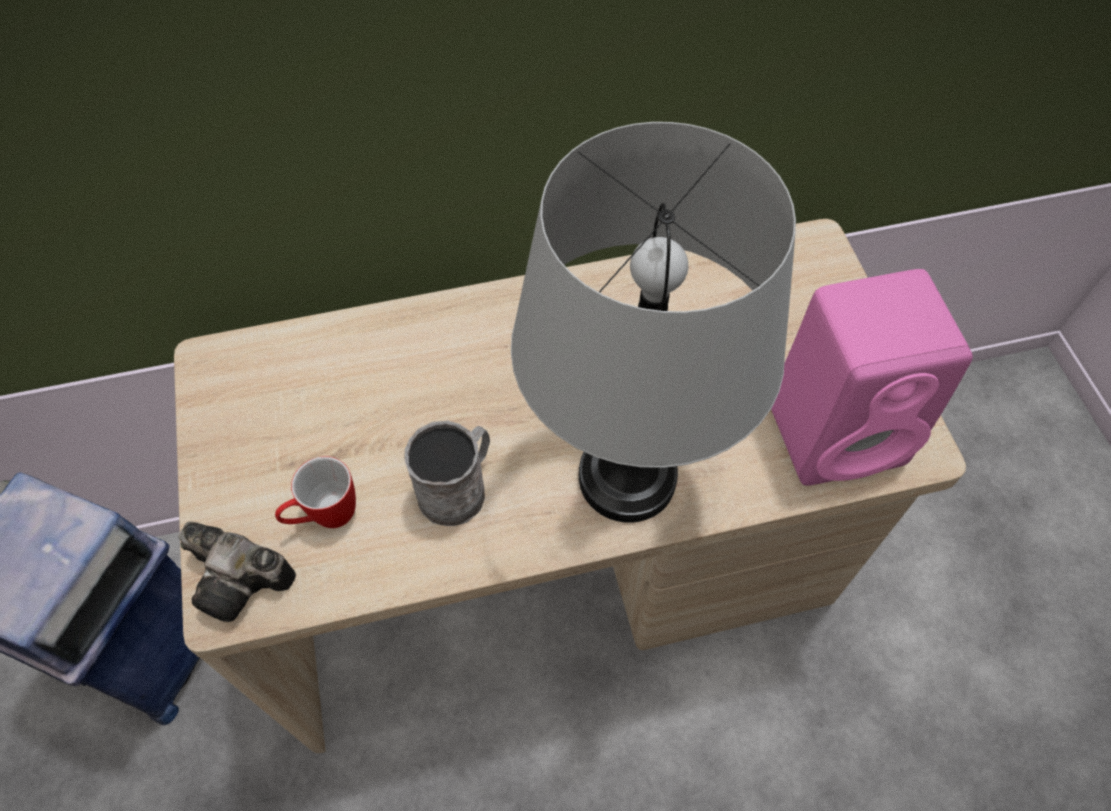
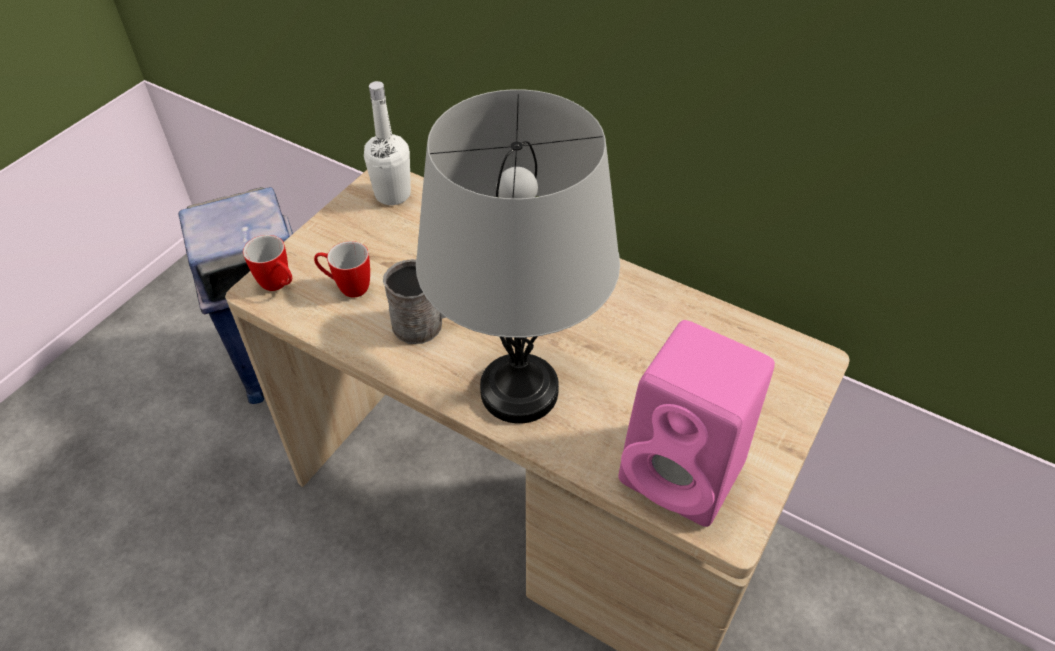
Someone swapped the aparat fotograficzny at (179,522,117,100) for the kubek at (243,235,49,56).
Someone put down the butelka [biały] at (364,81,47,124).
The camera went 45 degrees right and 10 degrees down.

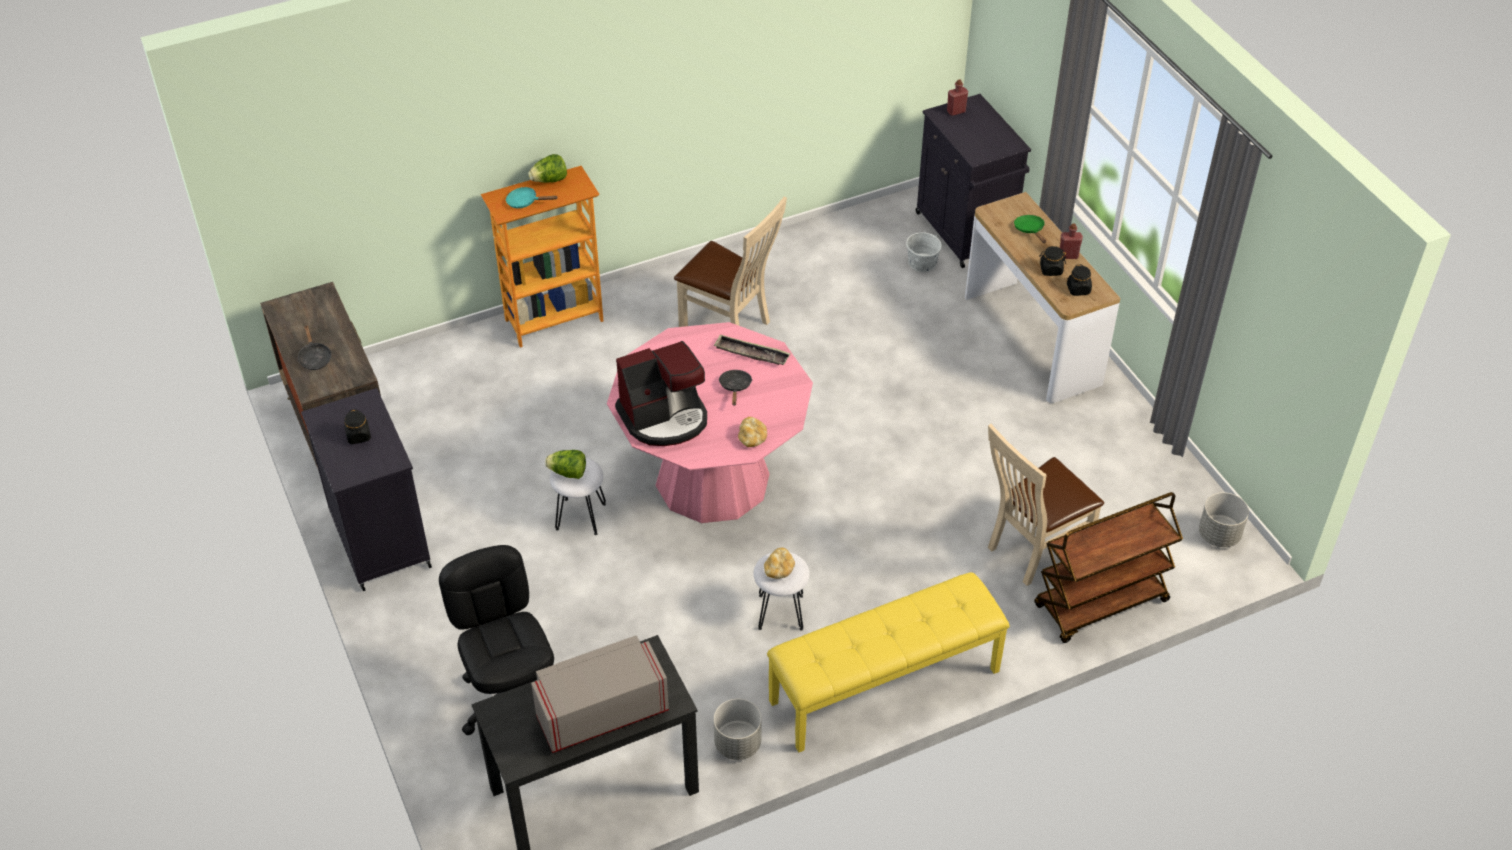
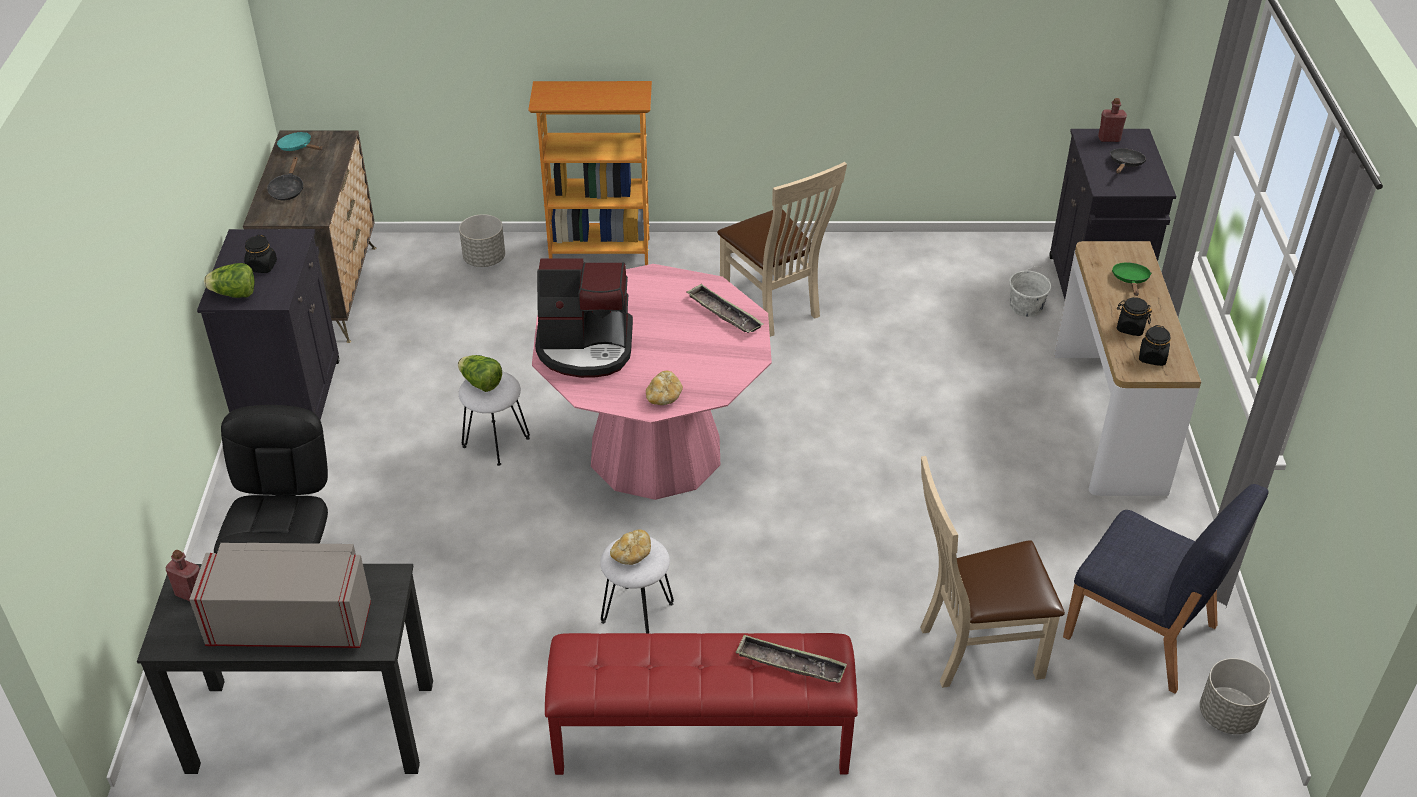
Someone carried the sałata from (528,154,39,29) to (204,263,51,35).
Someone carried the patelnia [turkusowy] from (506,187,51,22) to (277,132,46,19).
Someone carried the butelka [czerwony] from (1060,224,23,35) to (166,550,34,51).
Someone carried the patelnia [czarny] from (718,370,34,36) to (1110,148,36,26).
Someone took away the wózek [brązowy] at (1034,492,149,151).
Someone repainted the ławka [żółty] at (767,572,242,180), which became the ławka [czerwony] at (545,633,313,142).
Someone carried the donica [szary] from (714,699,48,61) to (459,214,46,53).
Someone put down the krzesło [niebieski] at (1063,484,206,210).
Someone put down the taca at (736,635,111,48).
The camera went 25 degrees right and 5 degrees down.

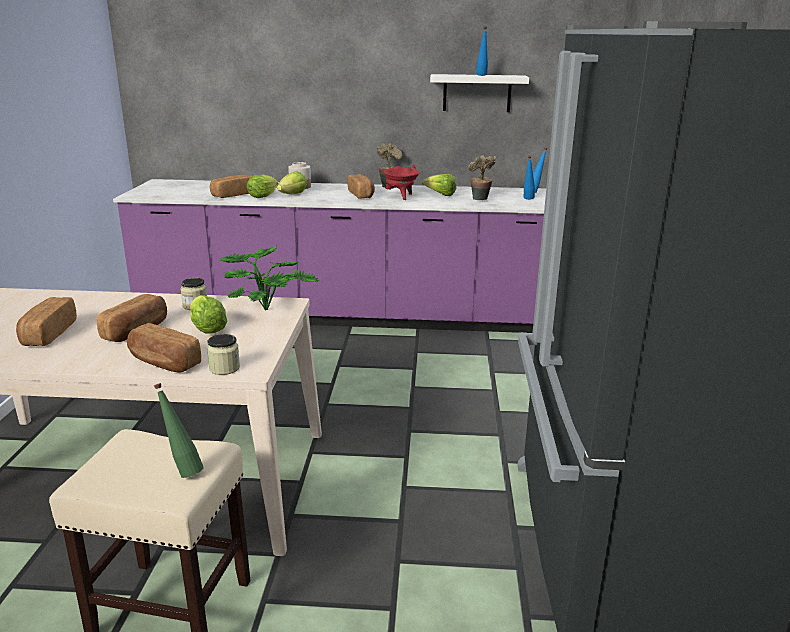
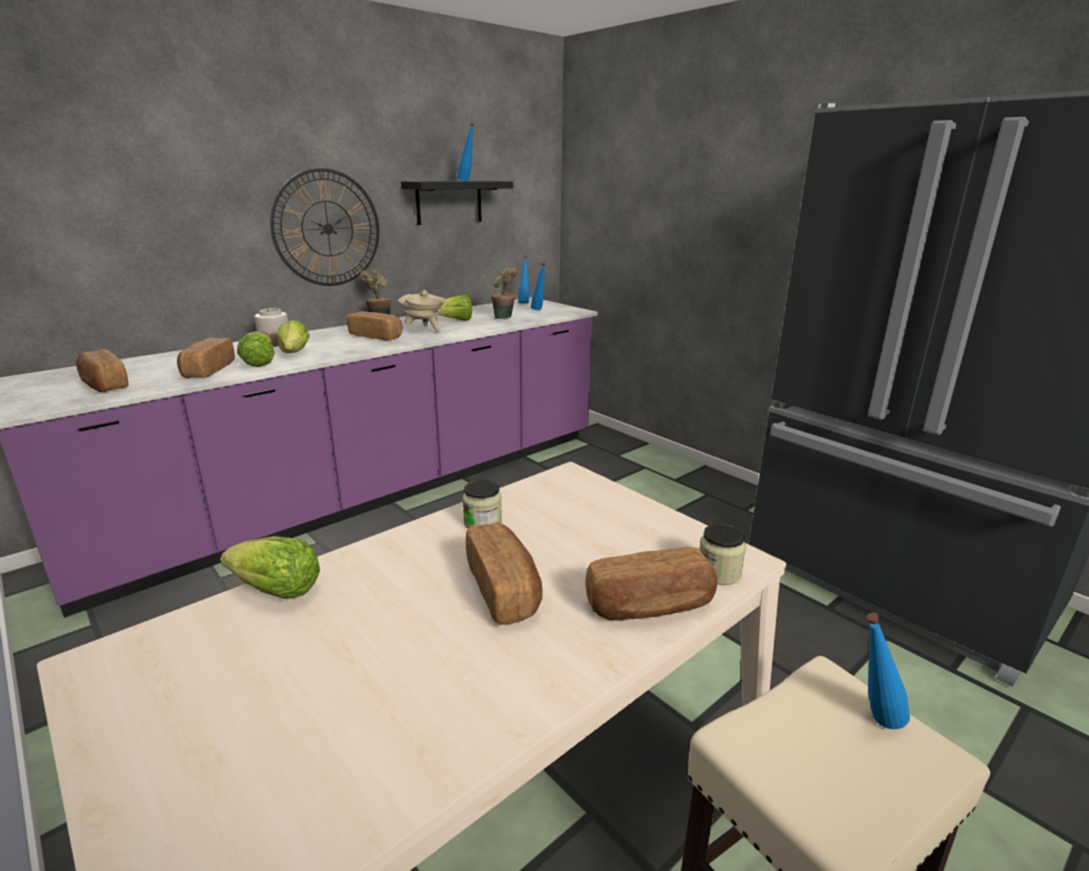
Someone repainted the półka [biały] at (430,74,99,38), which became the półka [czarny] at (401,181,112,44).
Someone repainted the garnek [czerwony] at (383,165,37,35), which became the garnek [beżowy] at (398,290,48,42).
Someone took away the roślina doniczkowa at (219,246,100,65).
Someone carried the sałata from (190,295,38,39) to (220,536,100,63).
Someone carried the chleb from (16,297,61,49) to (76,349,53,43).
Someone repainted the butelka [zielony] at (154,383,50,95), which became the butelka [niebieski] at (867,613,43,116).
Someone put up the zegar ścienny at (270,168,109,118).
The camera went 45 degrees left and 0 degrees up.

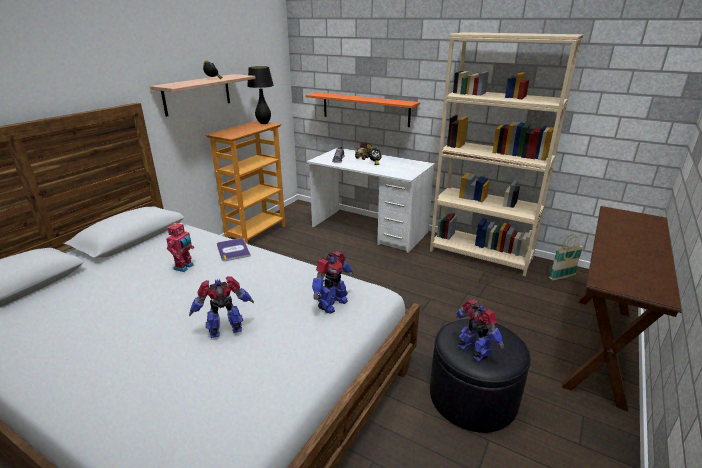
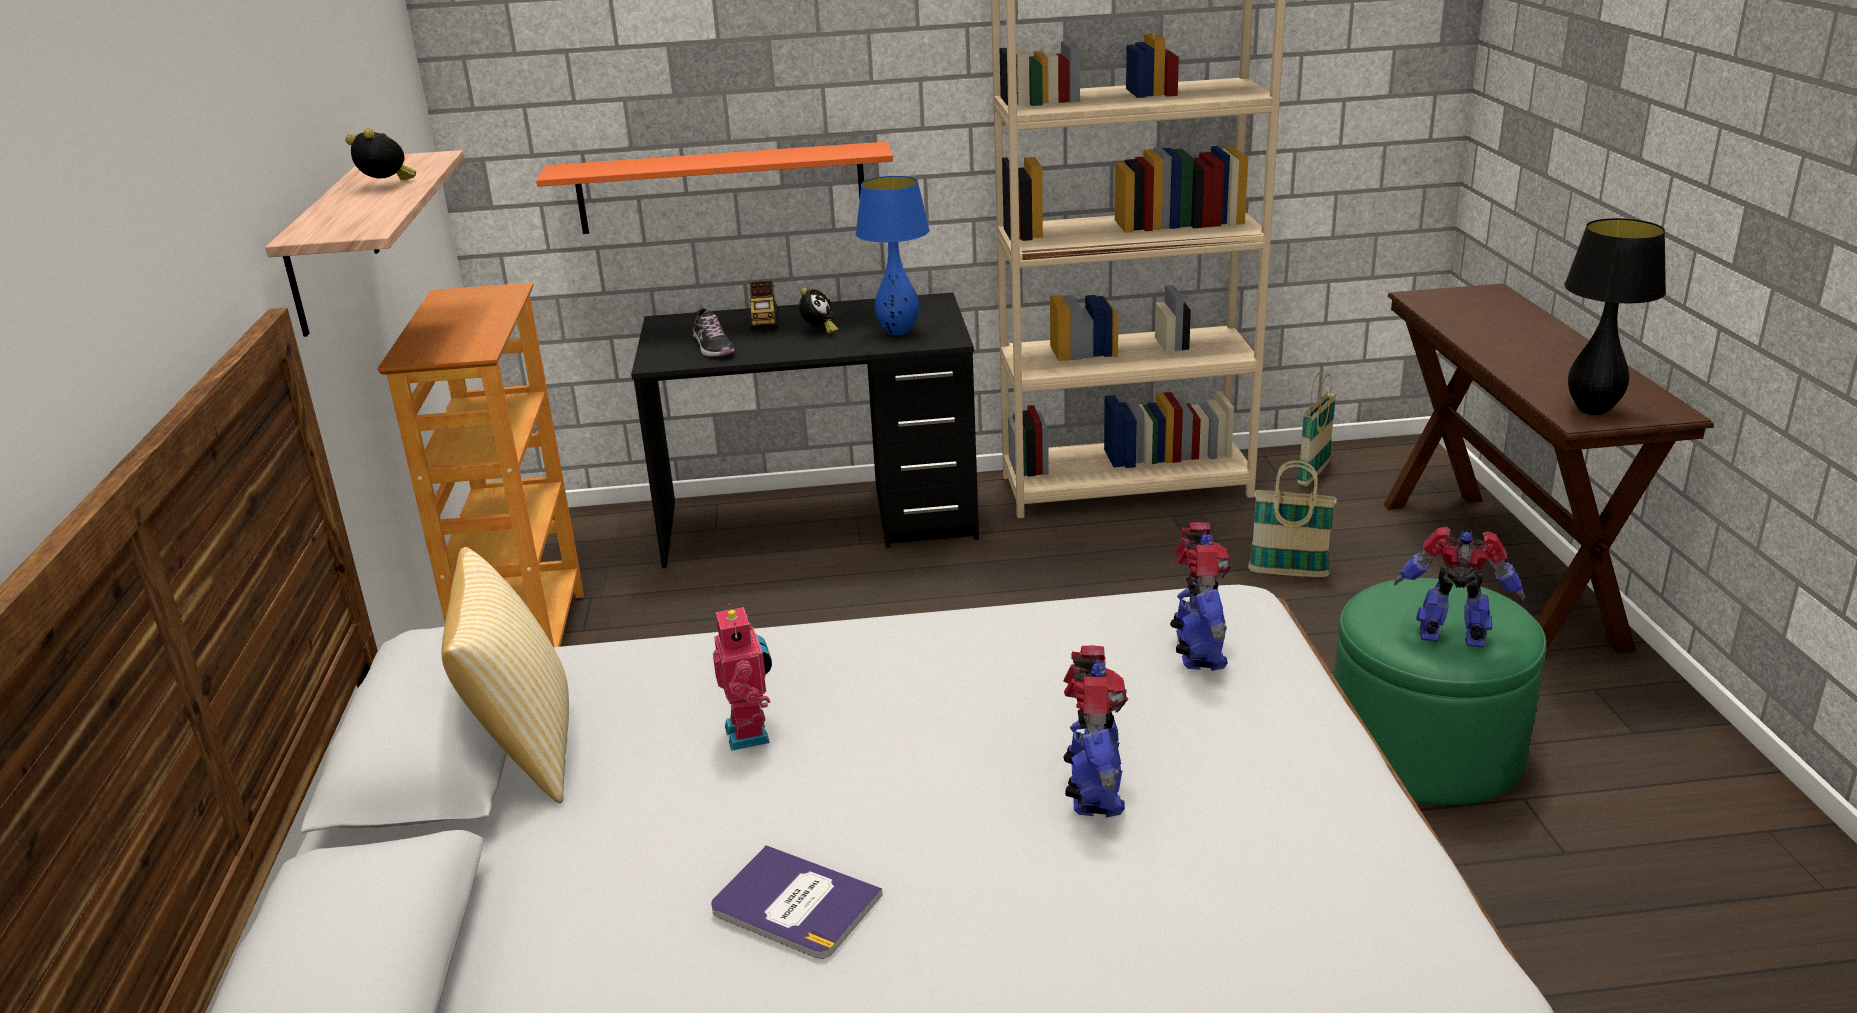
Someone carried the lampa stołowa [czarny] from (247,66,27,58) to (1564,218,102,197).
Someone repainted the biurko [biały] at (307,148,128,105), which became the biurko [czarny] at (631,292,348,276).
Someone carried the książka from (217,238,34,23) to (711,845,172,114).
Someone rotated the robot zabawkowy at (189,276,65,62) by 150 degrees clockwise.
Someone repainted the pufa [czarny] at (430,318,101,115), which became the pufa [zielony] at (1333,578,213,227).
Someone put down the lampa stołowa [niebieski] at (855,176,75,160).
Someone put down the koszyk at (1248,460,89,117).
Someone put down the poduszka at (442,547,127,256).
The camera went 35 degrees left and 0 degrees up.

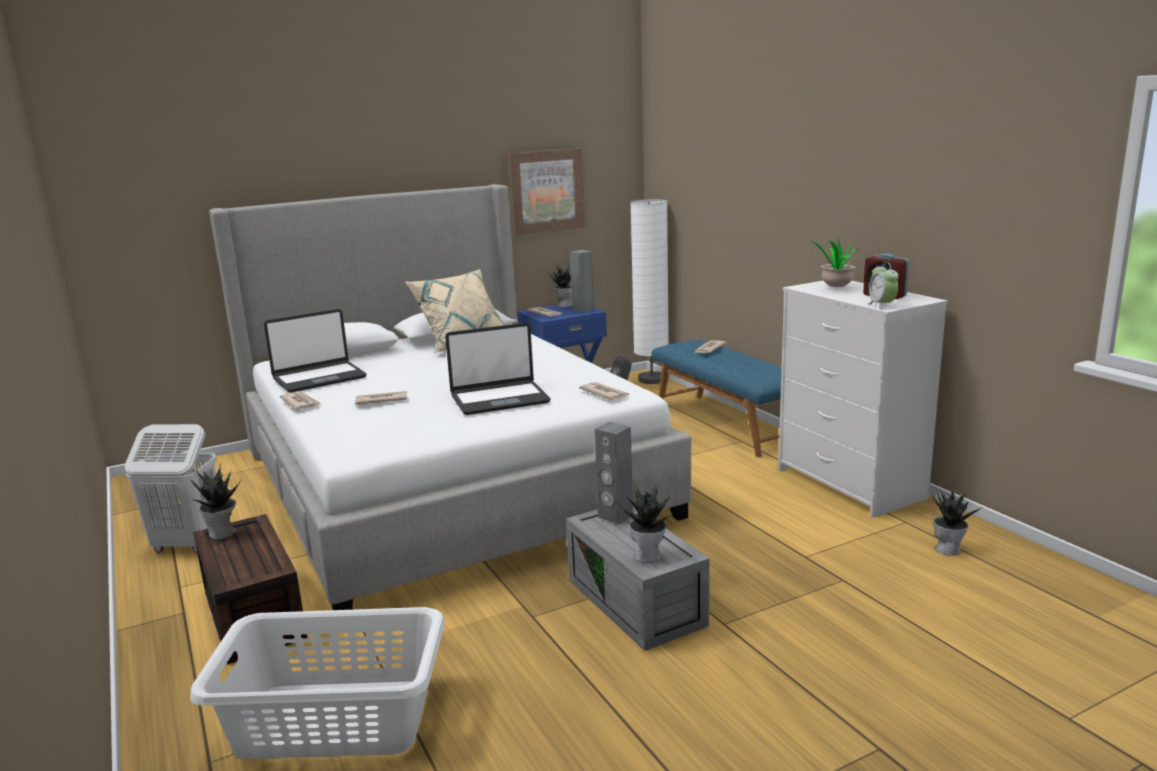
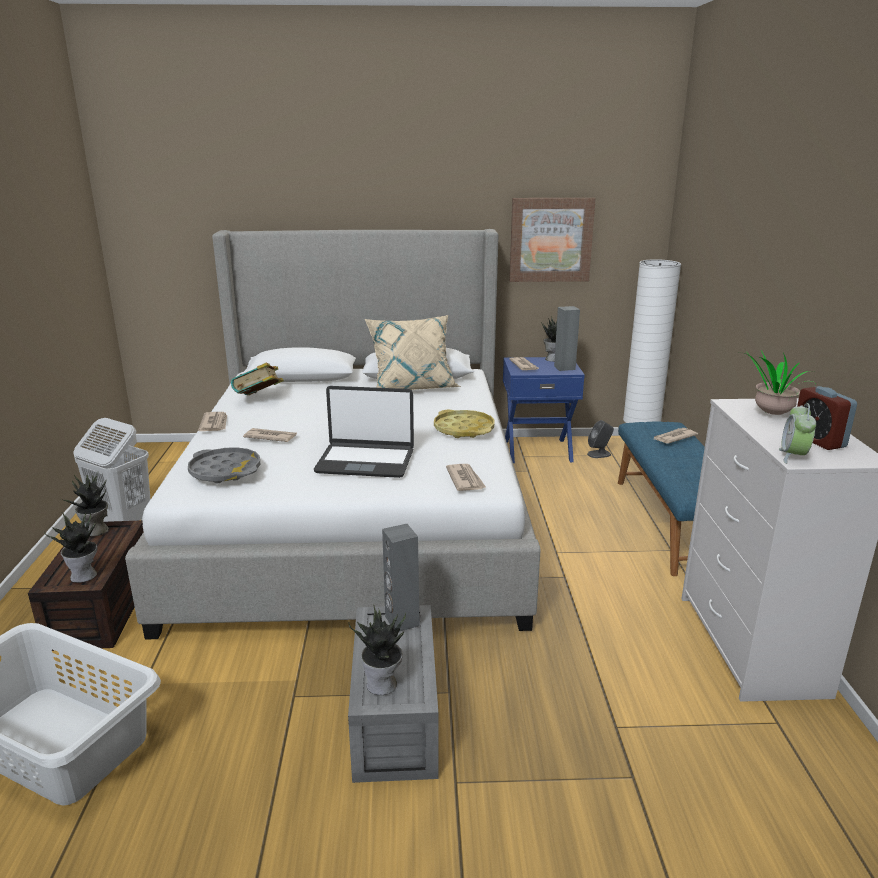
Someone swapped the laptop at (264,309,103,84) for the książka at (231,362,53,33).
Someone carried the roślina doniczkowa from (932,486,52,70) to (44,512,53,71).
Someone put down the taca [żółty] at (434,410,60,28).
Someone put down the taca [szary] at (188,447,72,36).
The camera went 25 degrees right and 5 degrees up.

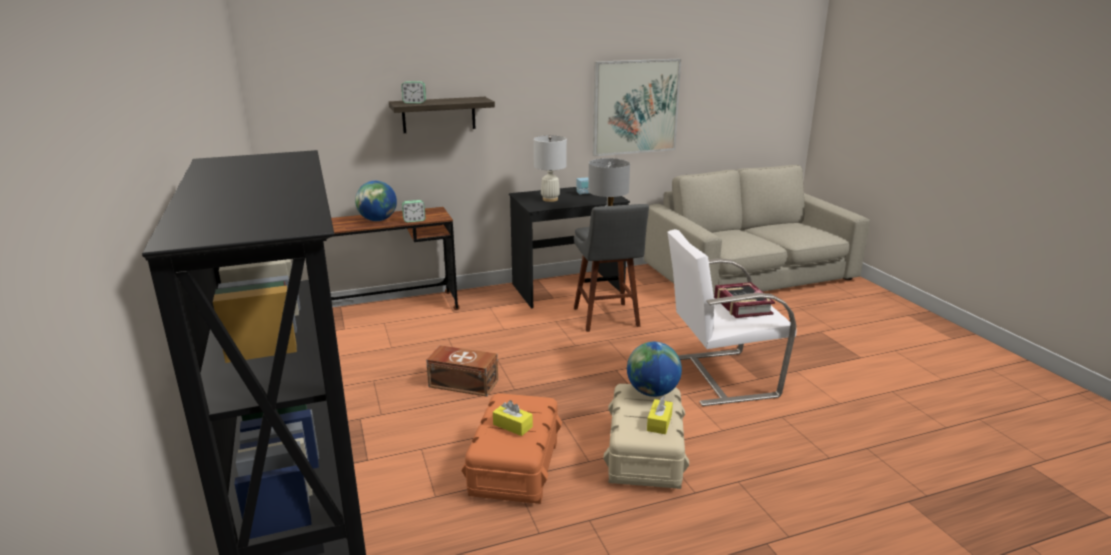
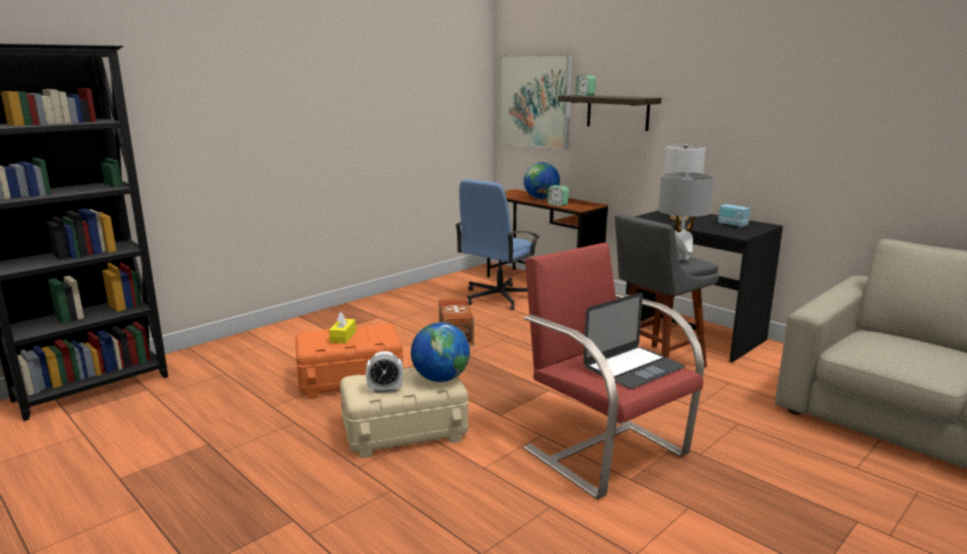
Someone carried the obraz from (593,59,88,97) to (499,53,73,98).
Someone repainted the fotel [biały] at (667,229,130,177), which became the fotel [czerwony] at (524,243,180,256).
Someone swapped the książka at (714,282,61,36) for the laptop at (583,292,102,97).
Someone swapped the pudełko chusteczek [żółty] at (647,396,26,38) for the budzik at (366,351,37,42).
Someone put down the krzesło biurowe [niebieski] at (455,179,84,131).
The camera went 65 degrees right and 5 degrees down.

